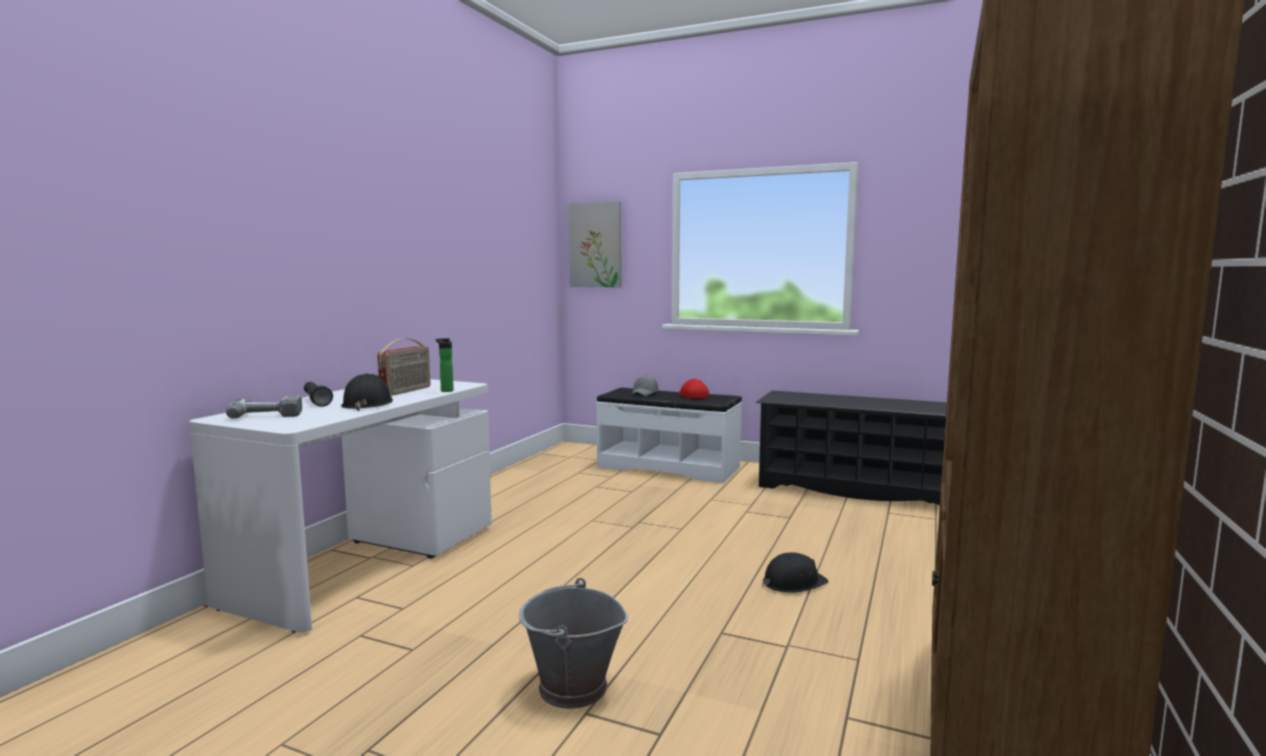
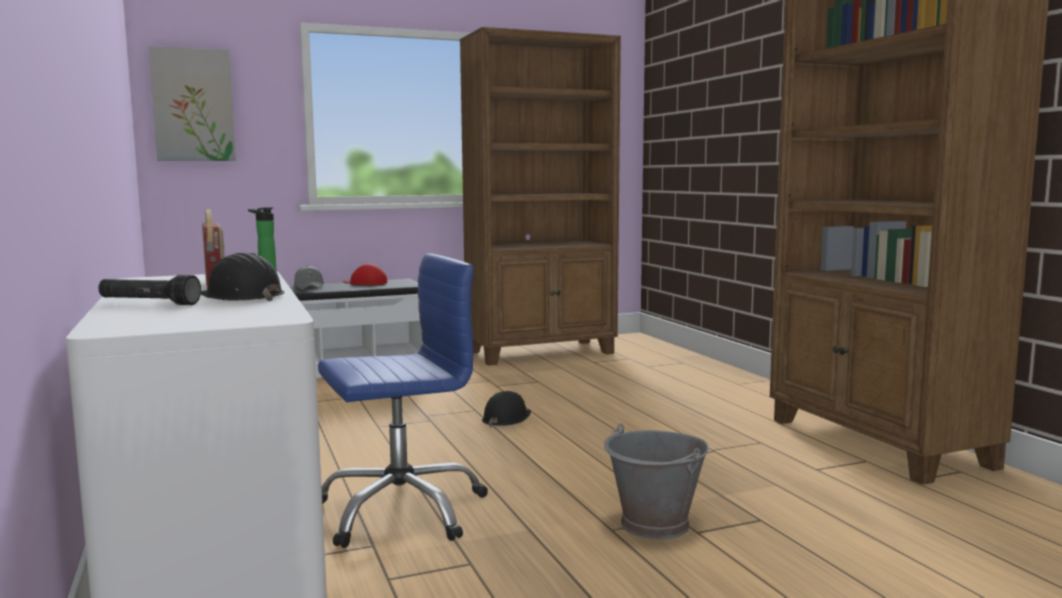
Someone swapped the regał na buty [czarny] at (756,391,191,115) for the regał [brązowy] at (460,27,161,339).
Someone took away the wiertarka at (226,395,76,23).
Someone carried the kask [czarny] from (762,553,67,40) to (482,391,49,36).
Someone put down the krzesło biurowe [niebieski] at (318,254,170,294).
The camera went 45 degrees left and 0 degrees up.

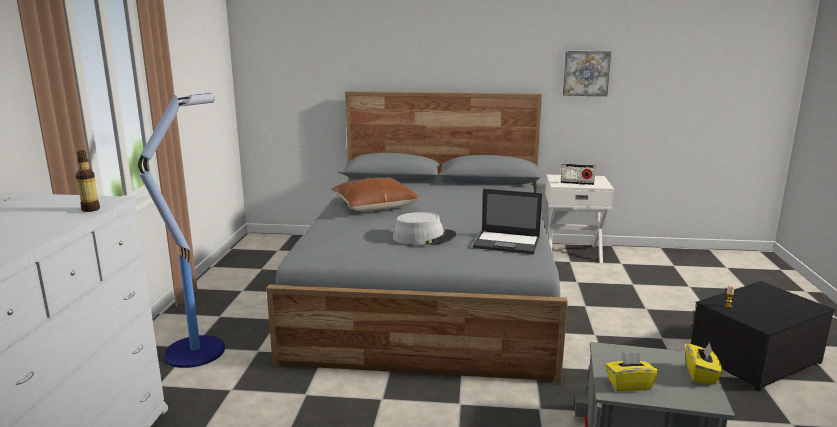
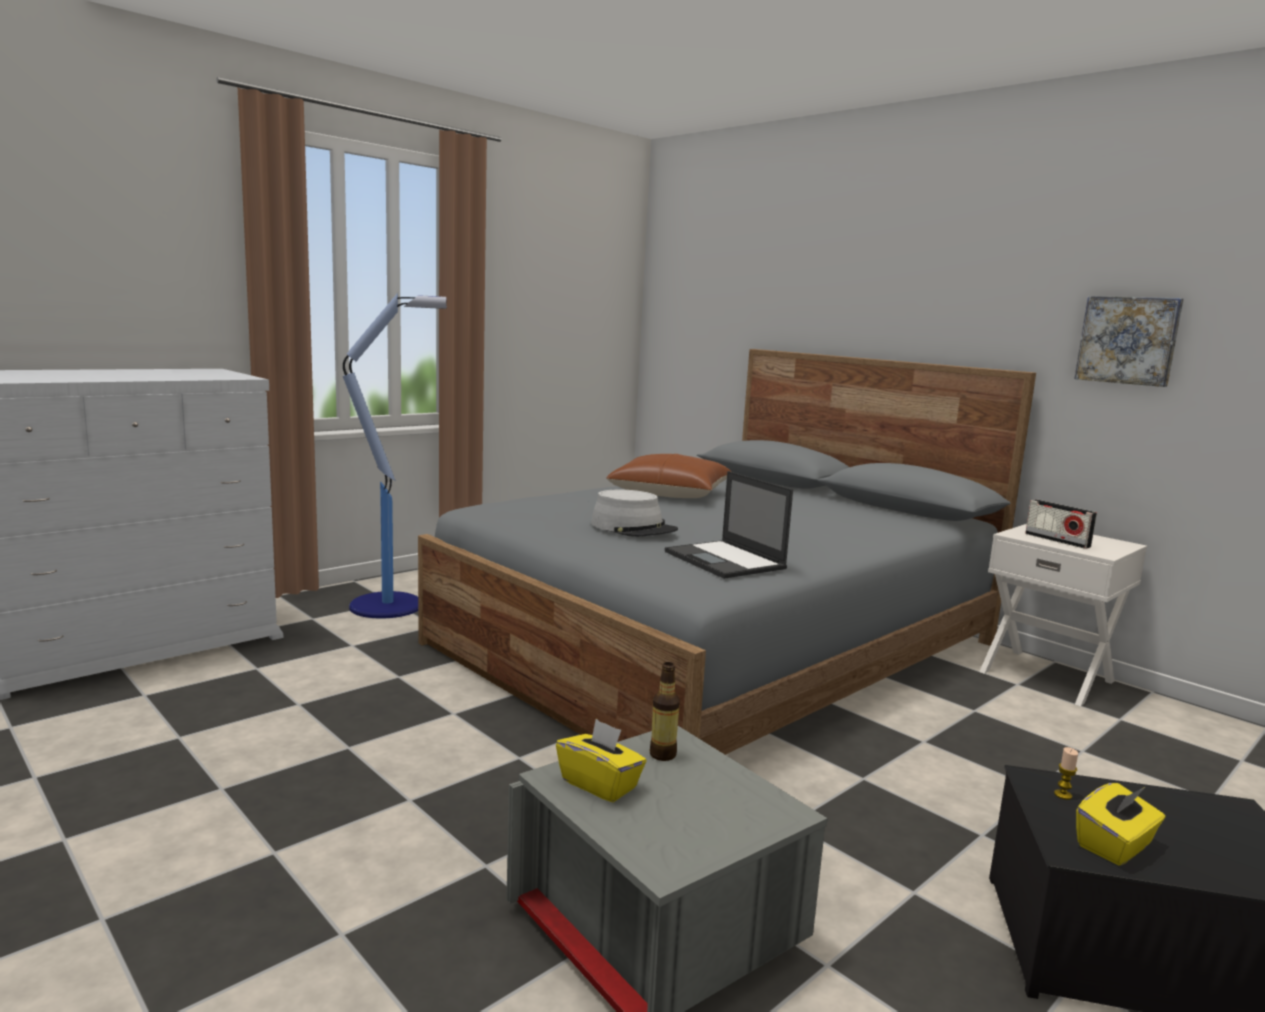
Someone carried the butelka from (76,150,24,62) to (650,662,30,99).
Someone carried the pudełko chusteczek [żółty] from (686,342,37,43) to (1076,783,89,82).
The camera went 40 degrees right and 5 degrees down.

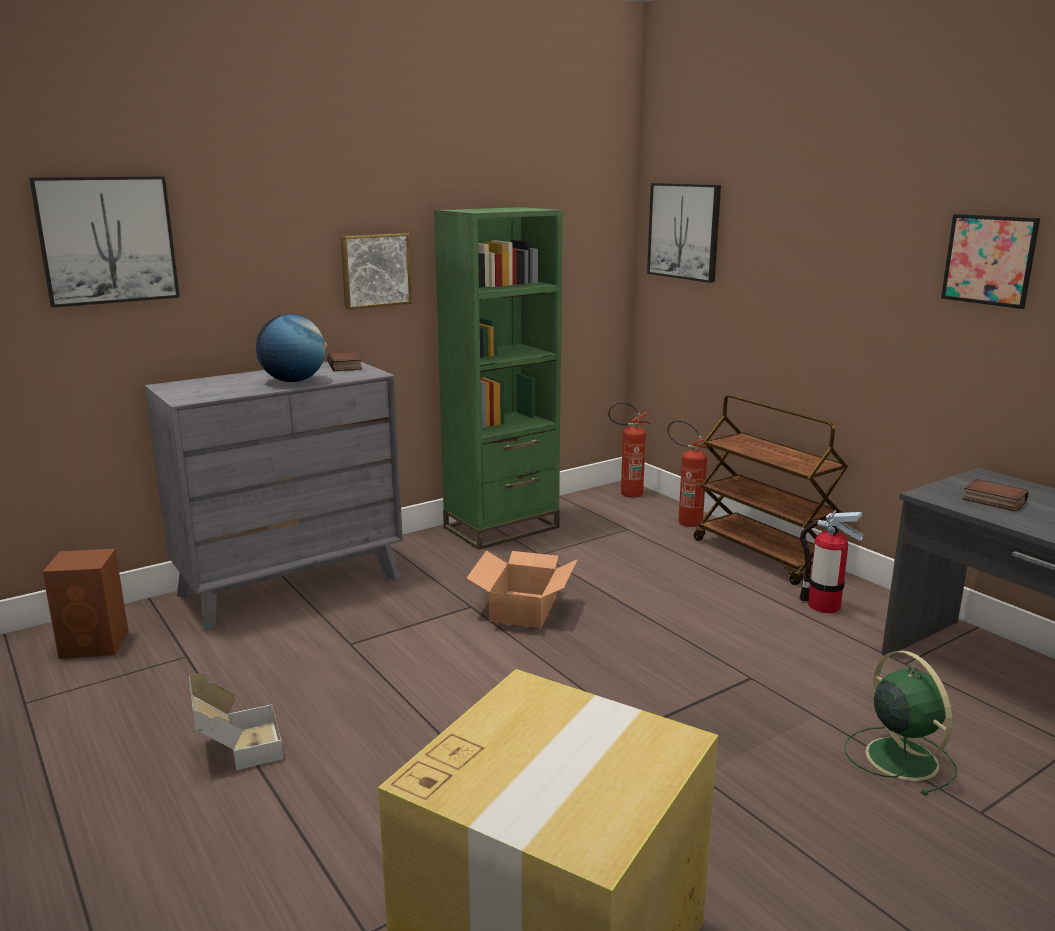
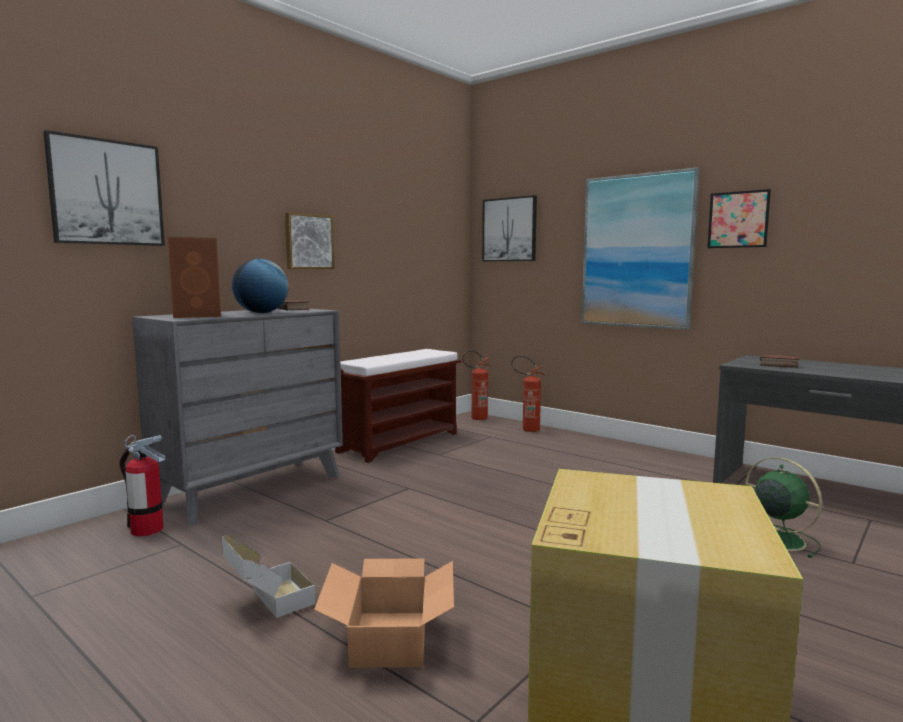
Someone swapped the regał [zielony] at (434,207,129,343) for the ławka [brązowy] at (335,349,126,114).
Someone took away the wózek [brązowy] at (694,395,154,190).
Someone carried the gaśnica from (800,510,64,103) to (119,435,46,101).
Someone carried the głośnik [brązowy] from (42,549,87,110) to (168,237,53,81).
Someone carried the karton from (467,550,111,78) to (314,558,140,110).
Someone put up the obraz at (581,167,119,163).
The camera went 15 degrees left and 10 degrees down.

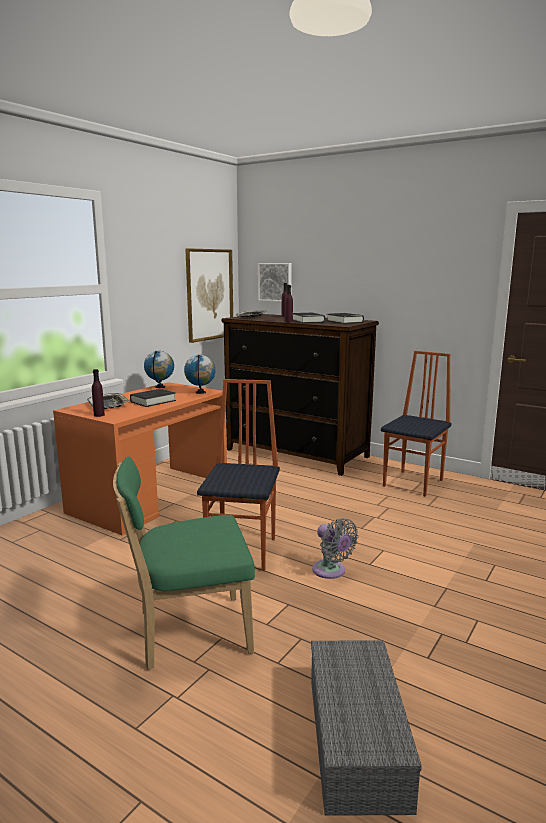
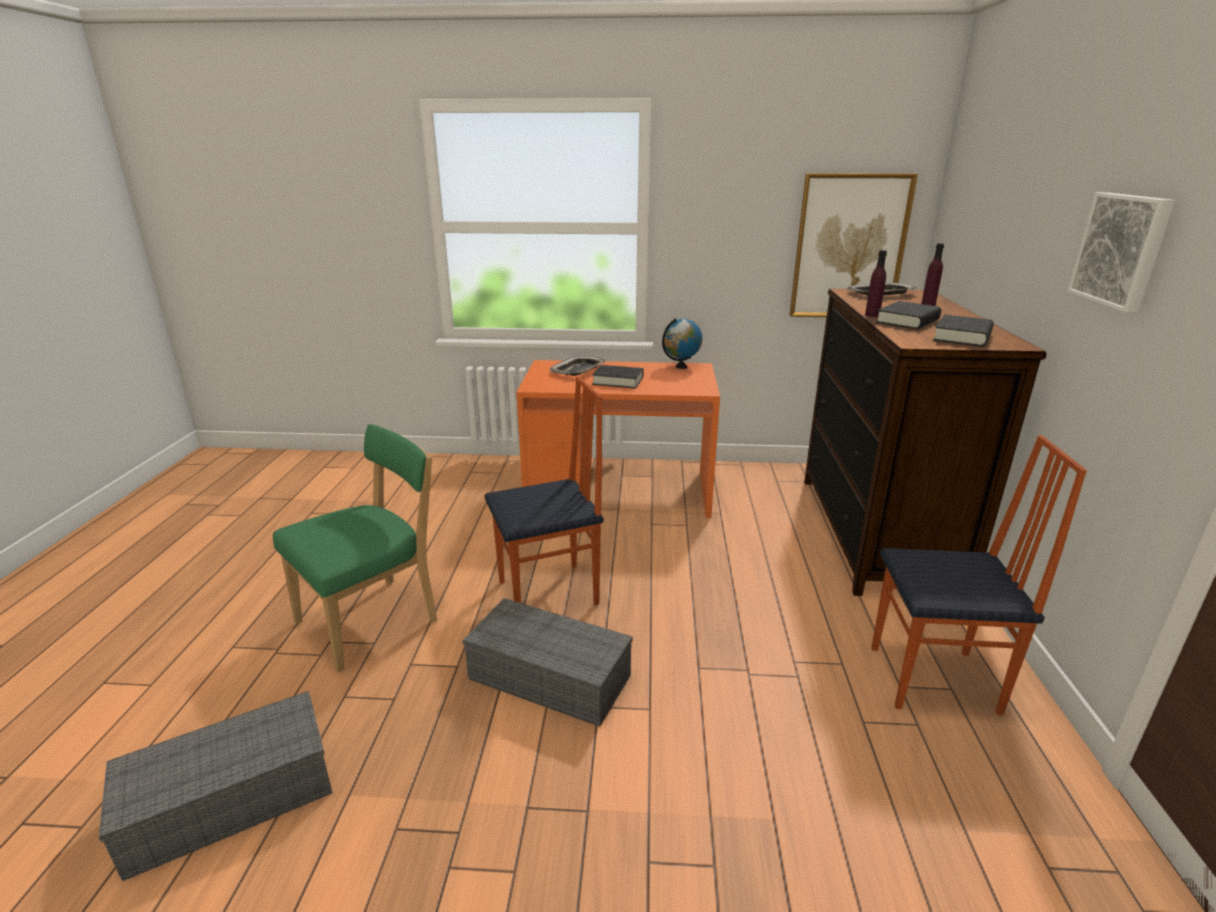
Someone carried the obraz from (258,263,34,39) to (1067,192,108,121).
Someone took away the globus at (184,355,32,39).
Someone took away the butelka [fioletowy] at (92,369,13,48).
Someone rotated the krzesło [zielony] at (113,456,142,214) by 90 degrees clockwise.
Someone swapped the wentylator [szary] at (312,518,47,61) for the pojemnik do przechowywania [szary] at (462,598,171,129).
The camera went 60 degrees right and 10 degrees up.

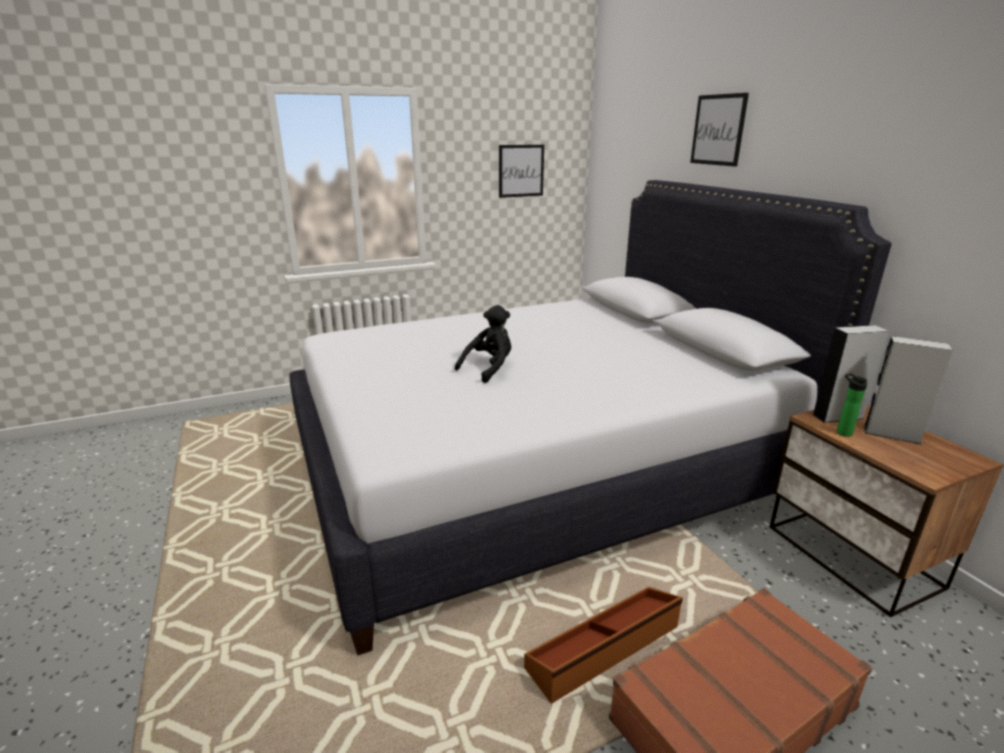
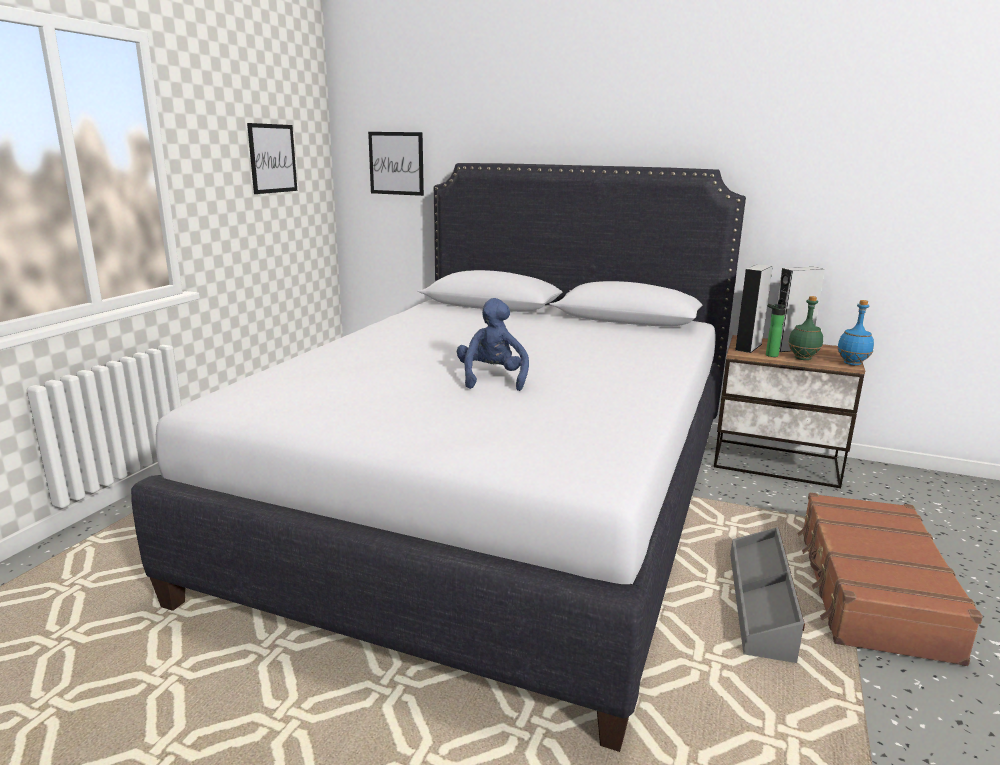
Someone carried the obraz from (690,93,59,74) to (368,132,56,64).
Someone repainted the pluszak [czarny] at (455,305,56,78), which became the pluszak [niebieski] at (457,298,72,93).
Someone repainted the pojemnik do przechowywania [brązowy] at (524,587,159,117), which became the pojemnik do przechowywania [szary] at (730,527,75,136).
Someone put down the butelka [zielony] at (788,296,35,64).
Someone put down the butelka [niebieski] at (837,300,37,66).
The camera went 45 degrees left and 5 degrees down.

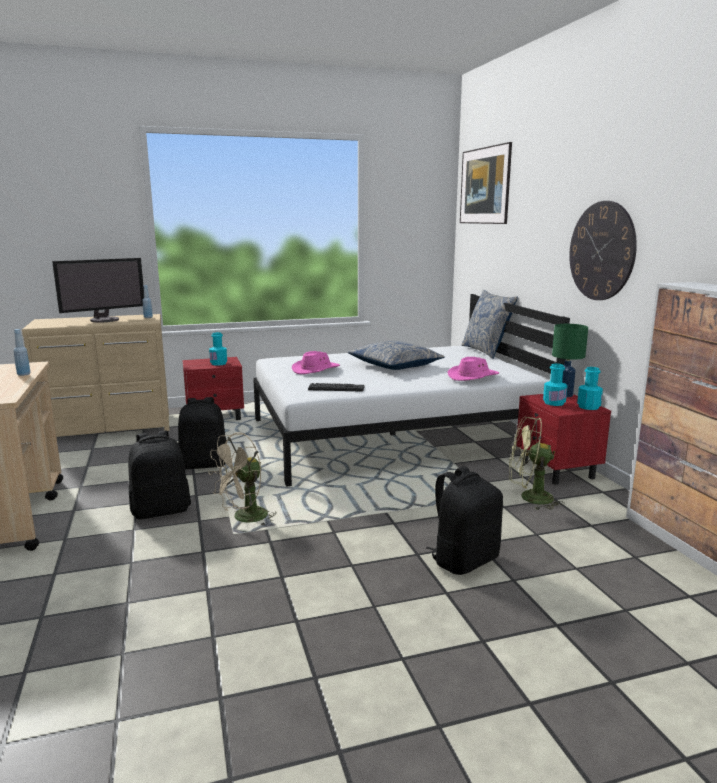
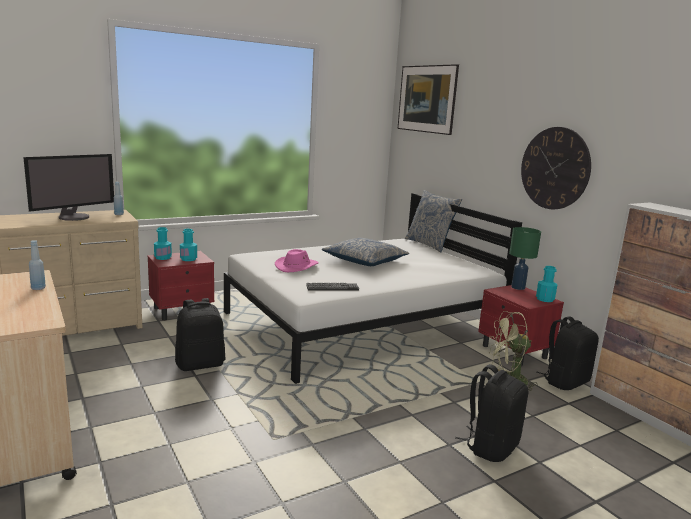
Someone took away the kapelusz [różowy] at (448,357,51,24).
Someone carried the butelka [turkusowy] from (543,364,25,42) to (154,227,18,33).
Someone carried the plecak [czarny] from (128,430,63,89) to (537,316,62,74).
Someone took away the wentylator [beżowy] at (208,432,69,93).
The camera went 15 degrees left and 0 degrees up.

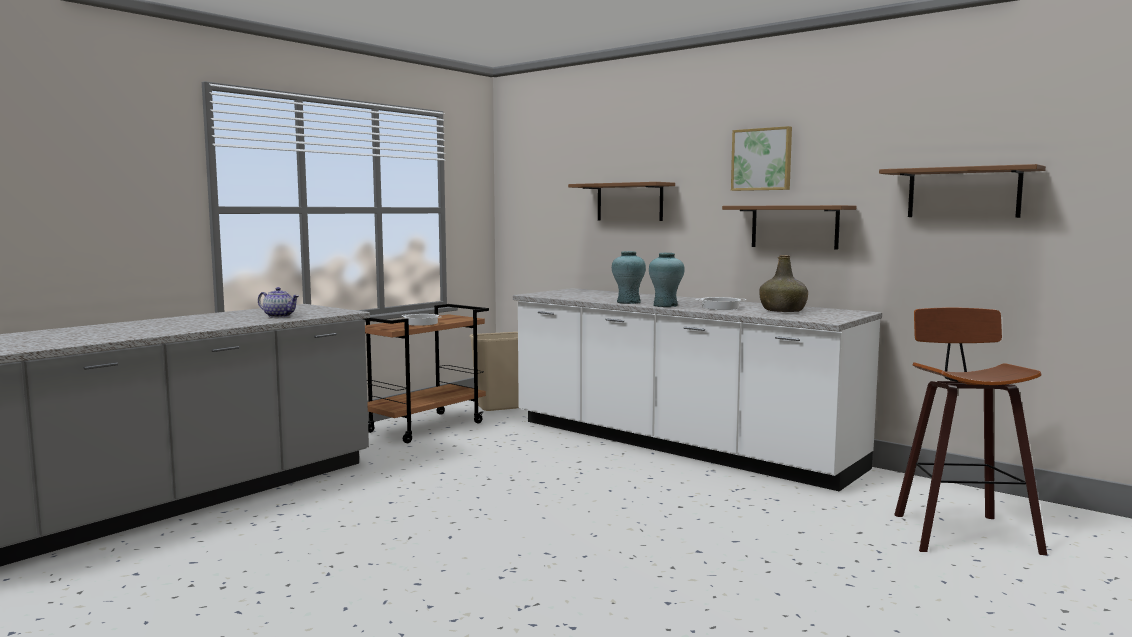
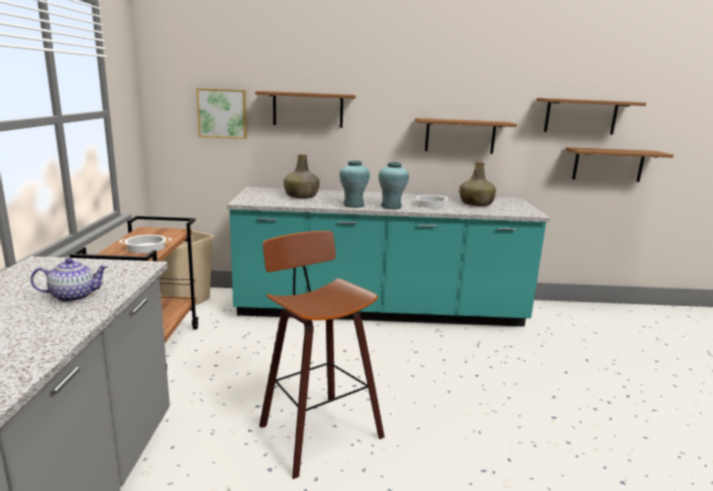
Someone carried the obraz from (731,126,61,65) to (196,88,51,51).
Someone repainted the zabudowa kuchenna [biały] at (513,288,369,203), which became the zabudowa kuchenna [turkusowy] at (227,187,323,140).
Someone carried the stołek from (894,308,153,247) to (259,231,125,248).
Someone put up the półka [brązowy] at (565,147,109,35).
Someone put down the butelka [zielony] at (284,154,36,45).
The camera went 40 degrees left and 10 degrees up.

